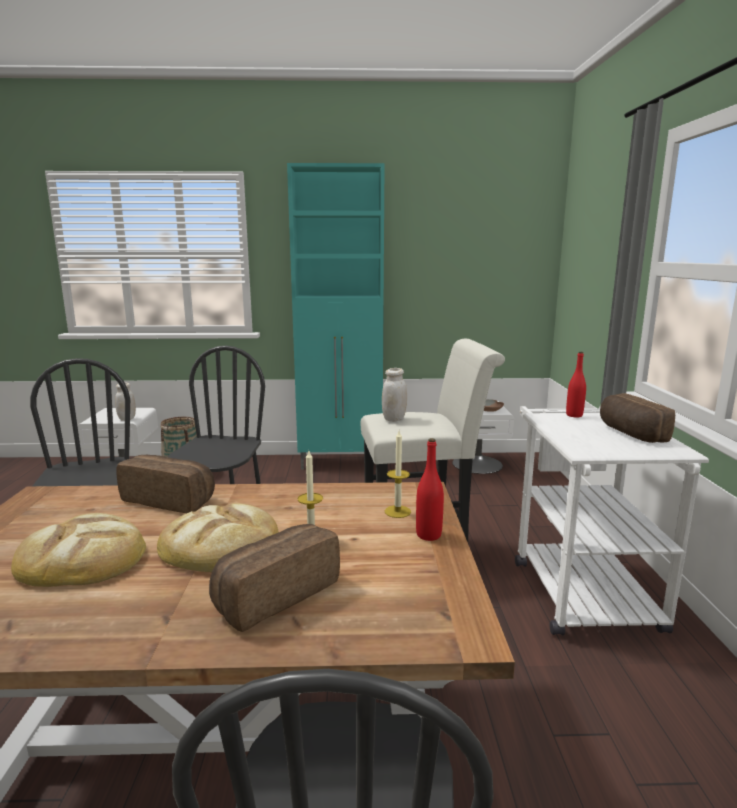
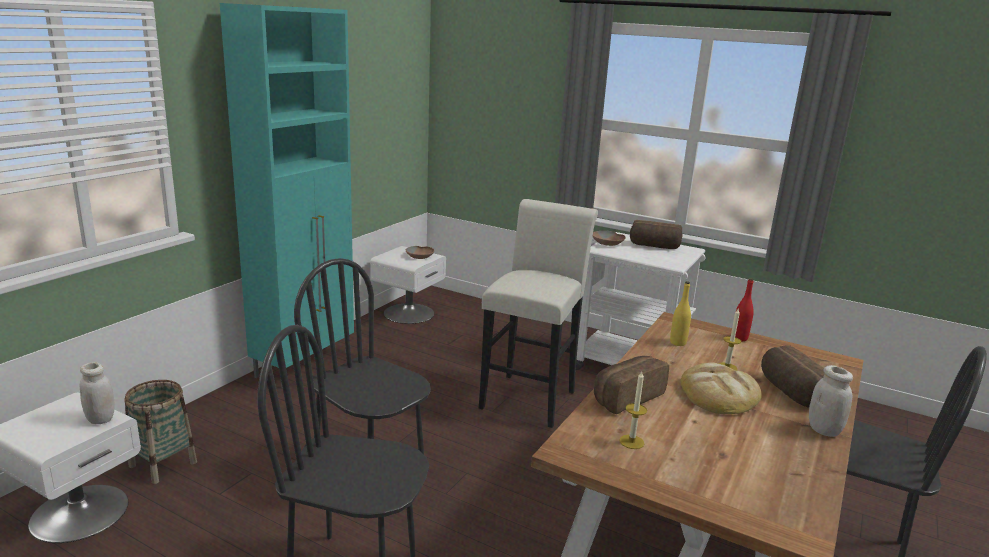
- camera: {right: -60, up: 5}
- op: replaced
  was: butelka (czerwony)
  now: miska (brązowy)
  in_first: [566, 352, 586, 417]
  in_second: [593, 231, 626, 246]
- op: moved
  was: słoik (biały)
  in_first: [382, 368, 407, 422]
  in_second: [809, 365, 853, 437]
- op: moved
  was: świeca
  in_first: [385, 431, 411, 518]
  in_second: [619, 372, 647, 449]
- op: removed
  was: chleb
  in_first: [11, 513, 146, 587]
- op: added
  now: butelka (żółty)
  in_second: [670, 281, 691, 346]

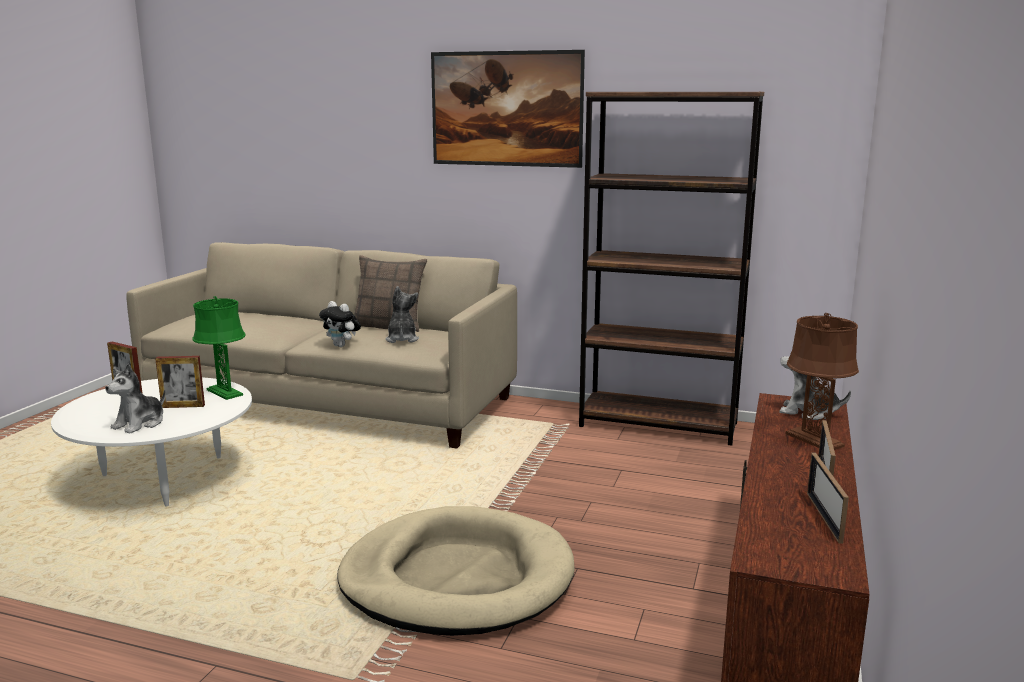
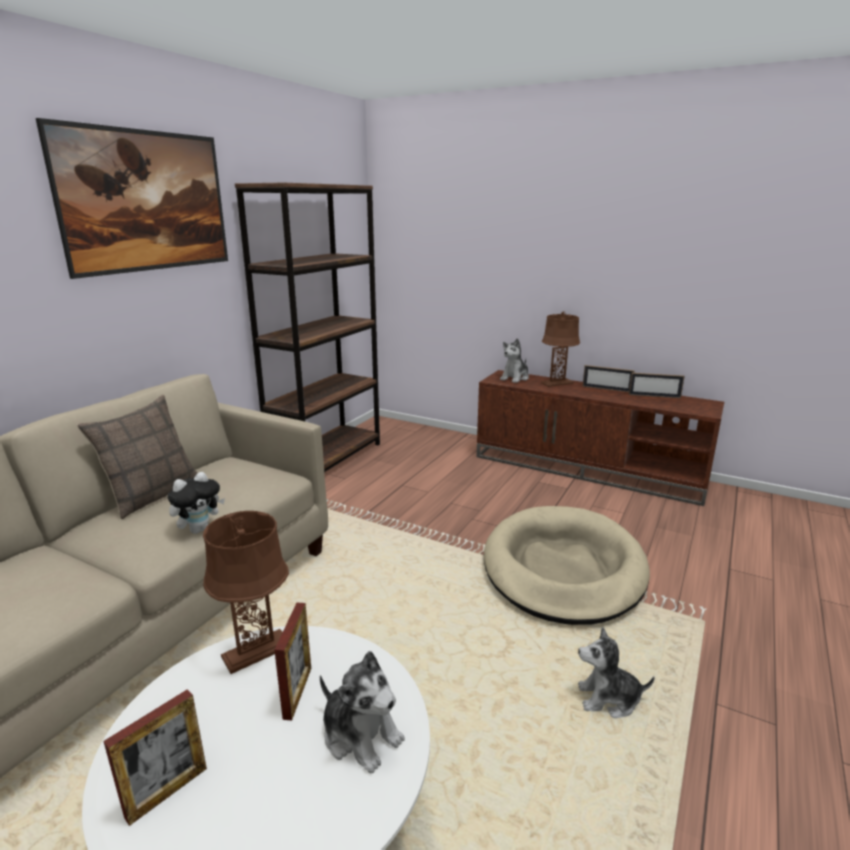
- camera: {right: -80, up: 5}
- op: moved
  was: pluszak
  in_first: [385, 286, 419, 343]
  in_second: [578, 627, 655, 718]
- op: recoloured
  was: lampa stołowa (zielony)
  now: lampa stołowa (brązowy)
  in_first: [192, 296, 246, 400]
  in_second: [203, 511, 289, 674]

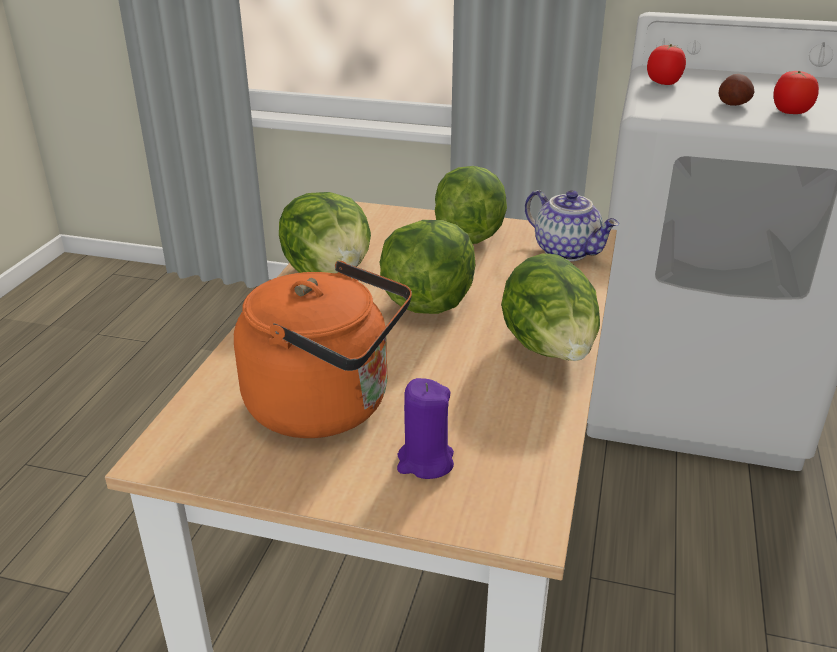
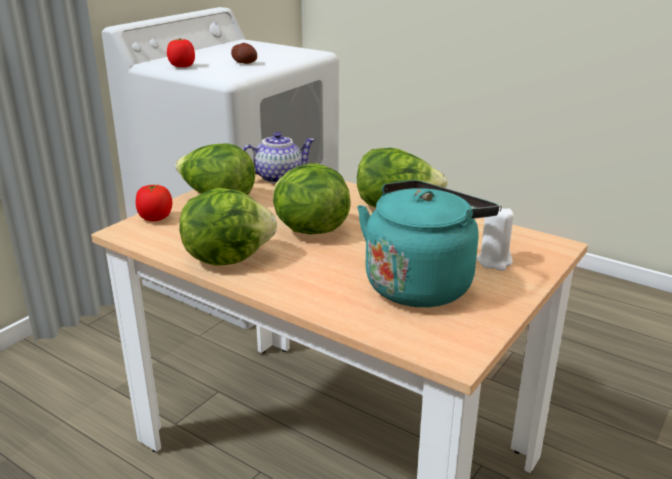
- camera: {right: -70, up: -5}
- op: moved
  was: pomidor
  in_first: [774, 71, 819, 114]
  in_second: [136, 184, 172, 221]
- op: recoloured
  was: czajnik (pomarańczowy)
  now: czajnik (turkusowy)
  in_first: [234, 261, 412, 438]
  in_second: [358, 180, 499, 307]
- op: recoloured
  was: świeca (fioletowy)
  now: świeca (biały)
  in_first: [397, 378, 454, 479]
  in_second: [477, 206, 514, 271]

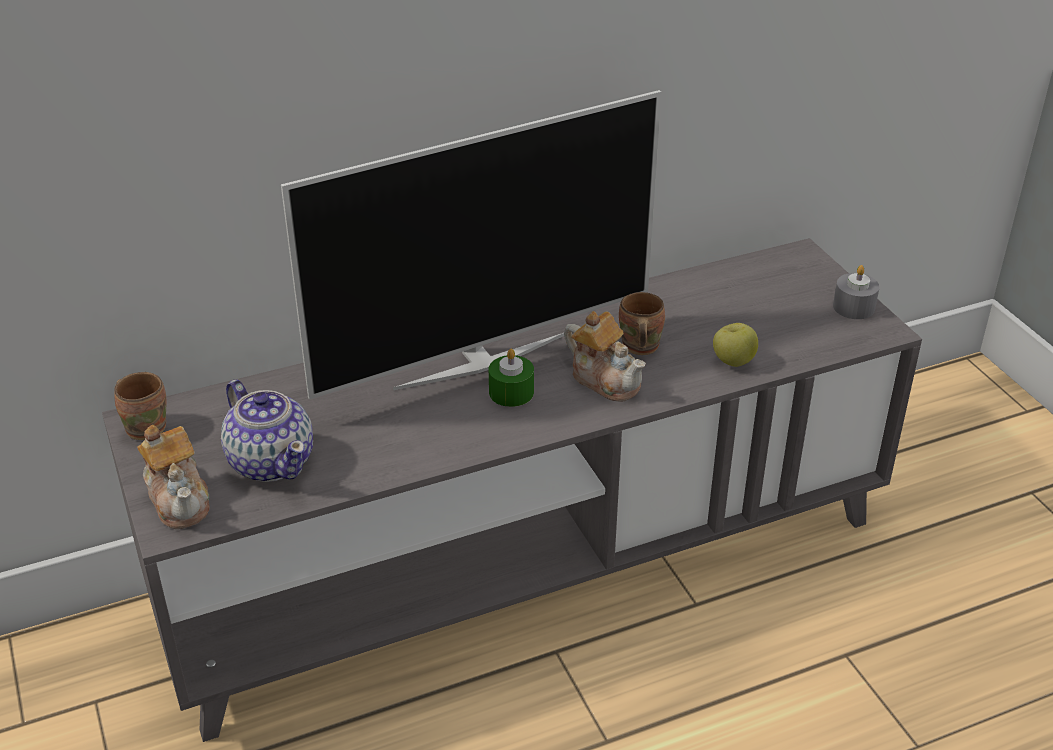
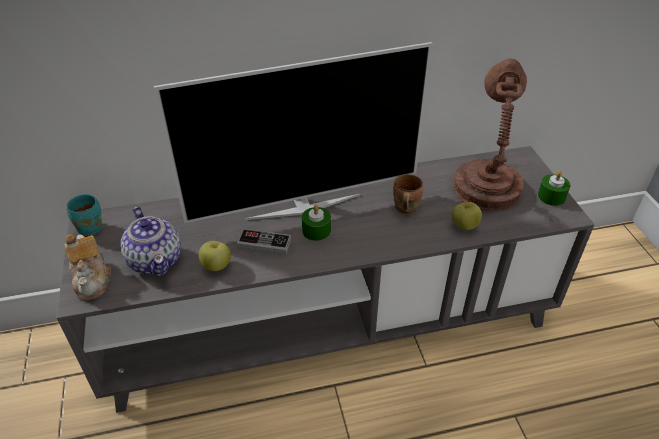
- camera: {right: 10, up: 5}
- op: recoloured
  was: świeca (szary)
  now: świeca (zielony)
  in_first: [833, 265, 879, 319]
  in_second: [538, 171, 571, 206]
- op: removed
  was: imbryk
  in_first: [564, 311, 646, 402]
- op: recoloured
  was: kubek (brązowy)
  now: kubek (turkusowy)
  in_first: [114, 372, 166, 440]
  in_second: [67, 194, 102, 236]
- op: added
  now: lampa stołowa (brązowy)
  in_second: [453, 58, 527, 211]
- op: added
  now: pad do gier
  in_second: [237, 229, 291, 255]
- op: added
  now: jabłko
  in_second: [198, 241, 231, 271]

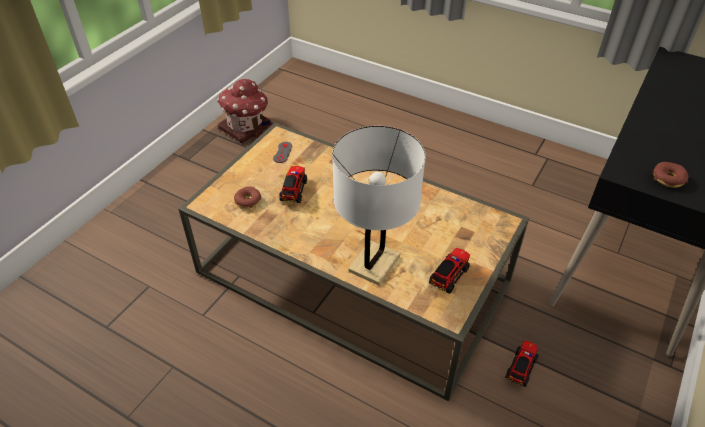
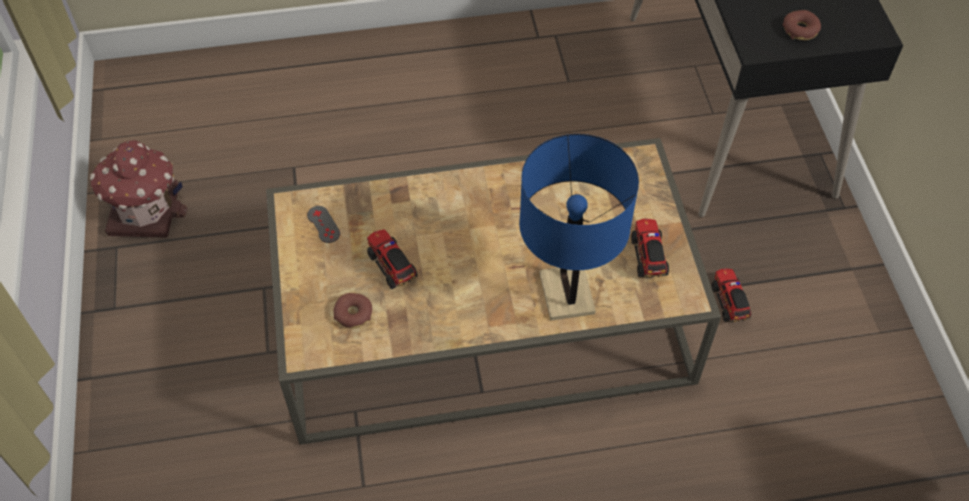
- camera: {right: -40, up: 10}
- op: recoloured
  was: lampa stołowa (biały)
  now: lampa stołowa (niebieski)
  in_first: [332, 126, 426, 286]
  in_second: [519, 134, 639, 321]

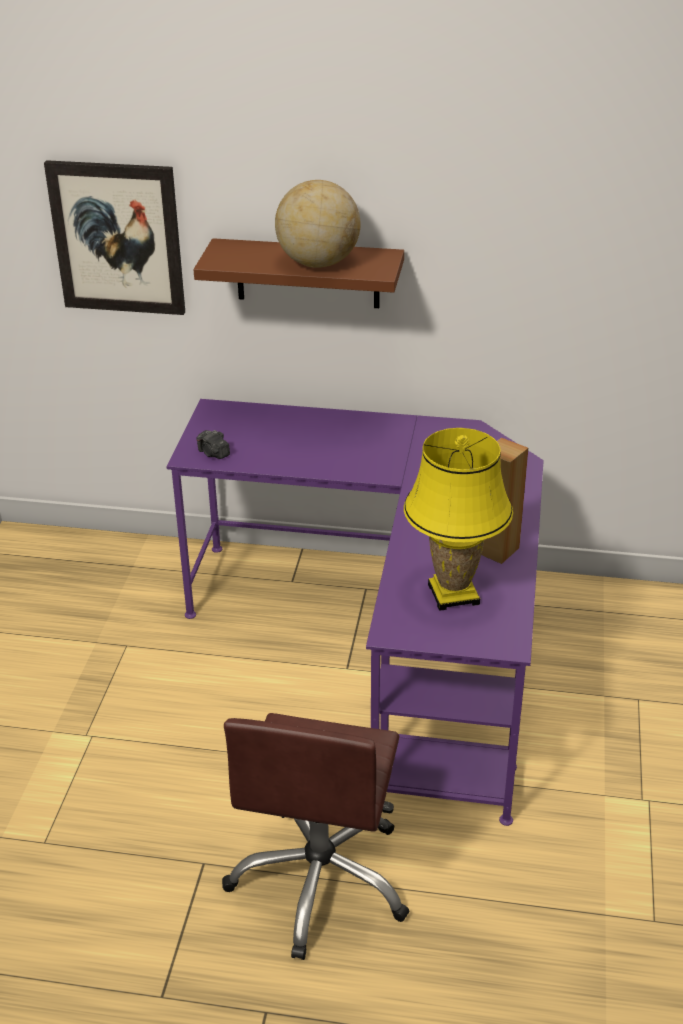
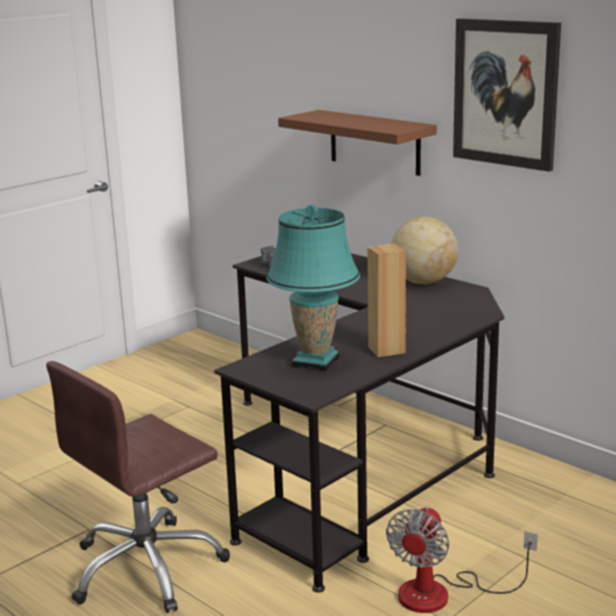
- camera: {right: 35, up: -15}
- op: moved
  was: obraz
  in_first: [44, 160, 185, 315]
  in_second: [453, 18, 561, 172]
- op: moved
  was: globus
  in_first: [275, 180, 360, 268]
  in_second: [391, 217, 458, 284]
- op: recoloured
  was: biurko (fioletowy)
  now: biurko (czarny)
  in_first: [166, 399, 544, 826]
  in_second: [214, 253, 504, 593]
- op: recoloured
  was: lampa stołowa (żółty)
  now: lampa stołowa (turkusowy)
  in_first: [404, 428, 513, 611]
  in_second: [267, 204, 360, 372]
- op: added
  now: wentylator
  in_second: [386, 506, 538, 613]

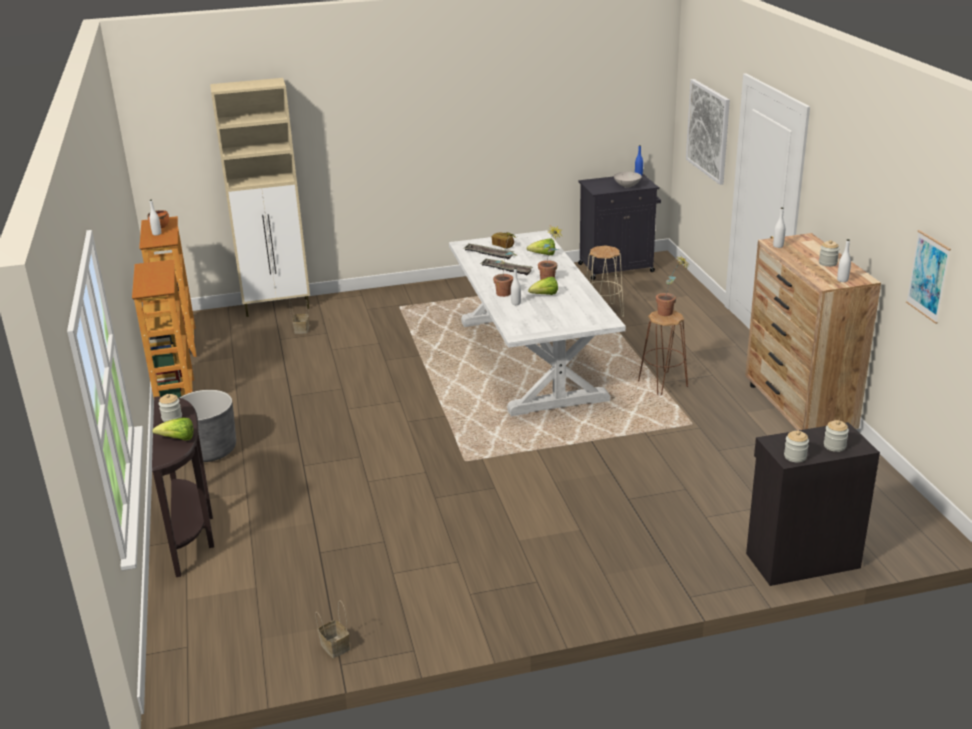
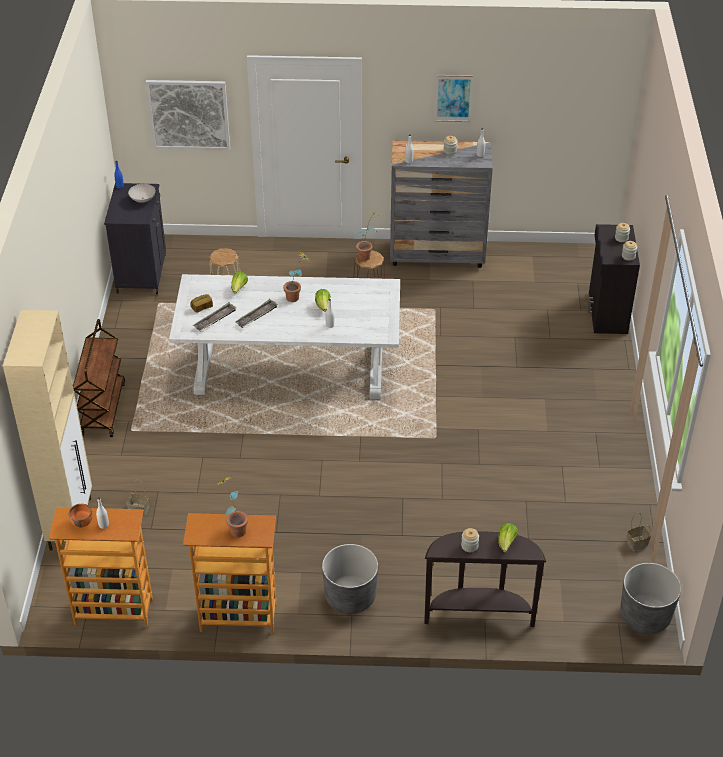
- camera: {right: -75, up: 15}
- op: moved
  was: obraz
  in_first: [906, 230, 951, 324]
  in_second: [435, 75, 473, 122]
- op: moved
  was: roślina doniczkowa
  in_first: [493, 232, 518, 297]
  in_second: [216, 477, 248, 537]
- op: recoloured
  was: komoda (brązowy)
  now: komoda (szary)
  in_first: [745, 233, 881, 431]
  in_second: [390, 140, 493, 268]
- op: added
  now: wózek (brązowy)
  in_second: [73, 319, 125, 437]
- op: added
  now: donica (szary)
  in_second: [620, 563, 681, 634]

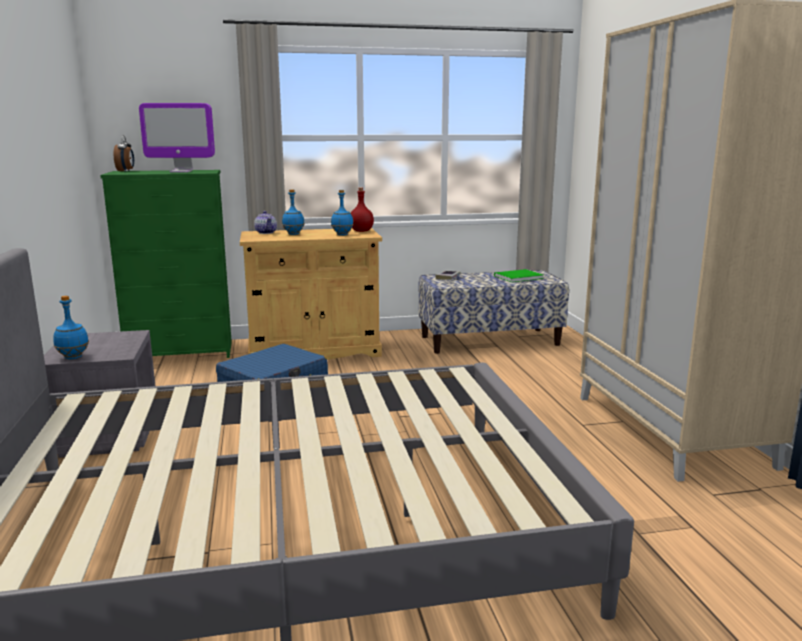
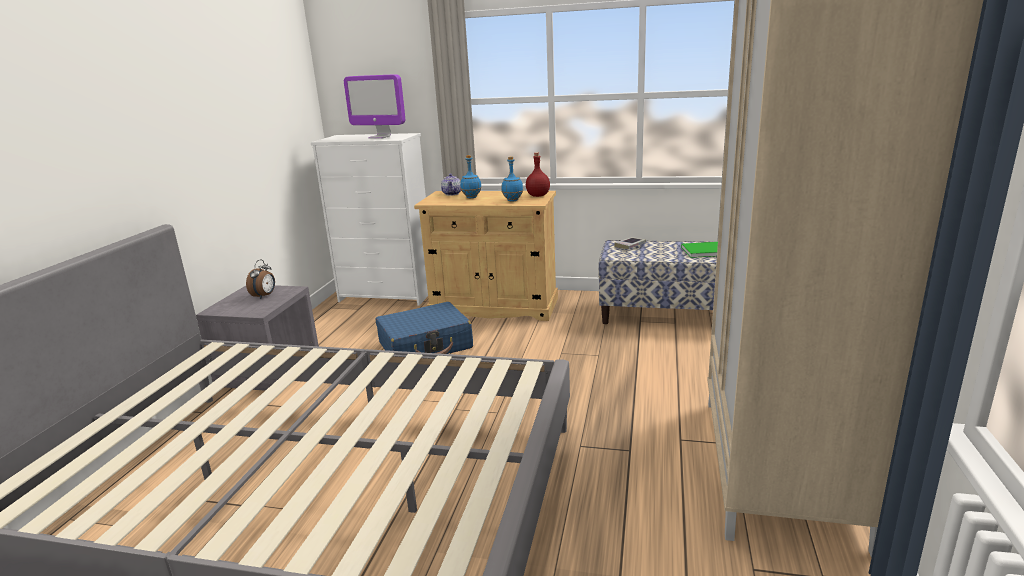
- camera: {right: 25, up: 5}
- op: moved
  was: budzik
  in_first: [114, 135, 134, 171]
  in_second: [246, 259, 275, 299]
- op: recoloured
  was: komoda (zielony)
  now: komoda (biały)
  in_first: [100, 170, 232, 358]
  in_second: [311, 133, 428, 305]
- op: removed
  was: butelka (niebieski)
  in_first: [53, 296, 89, 359]

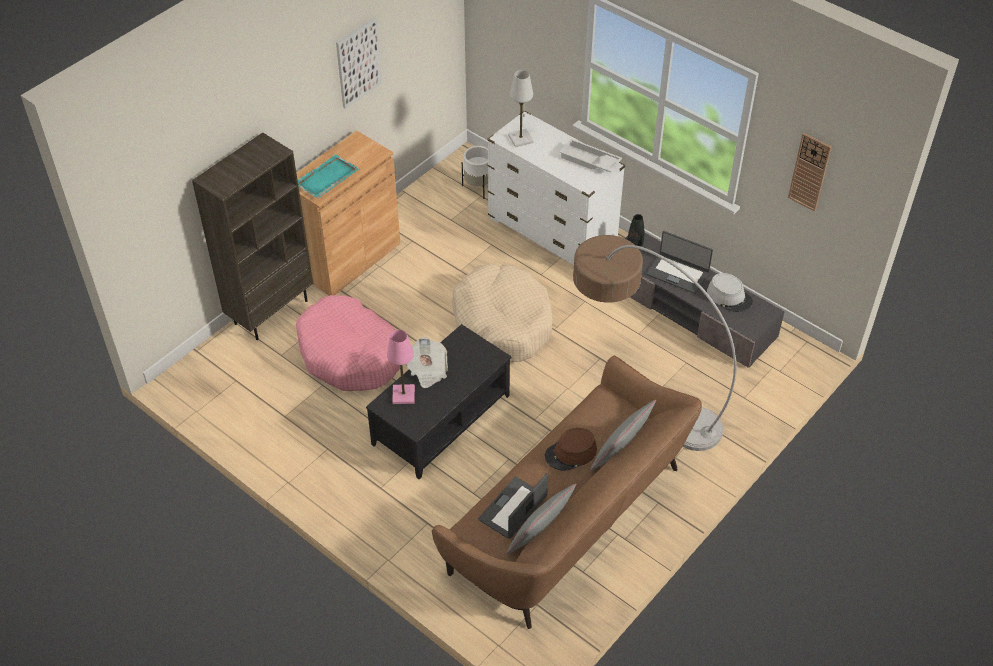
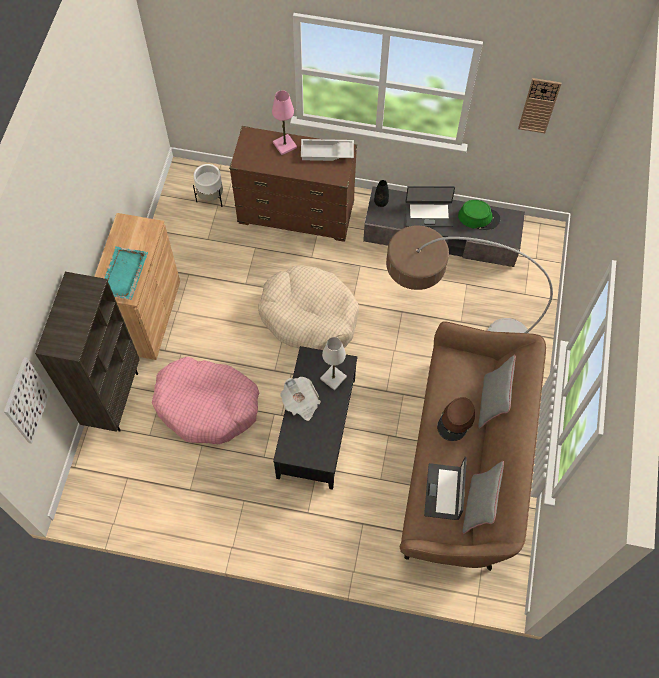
- camera: {right: -30, up: 15}
- op: moved
  was: obraz
  in_first: [336, 18, 382, 109]
  in_second: [4, 357, 50, 444]
- op: moved
  was: lampa stołowa (biały)
  in_first: [508, 70, 533, 147]
  in_second: [320, 337, 347, 390]
- op: recoloured
  was: komoda (biały)
  now: komoda (brązowy)
  in_first: [487, 111, 625, 265]
  in_second: [229, 126, 357, 242]
- op: recoloured
  was: kapelusz (szary)
  now: kapelusz (zielony)
  in_first: [707, 273, 753, 312]
  in_second: [458, 200, 500, 230]
- op: moved
  was: lampa stołowa (różowy)
  in_first: [387, 330, 415, 404]
  in_second: [272, 90, 297, 155]

